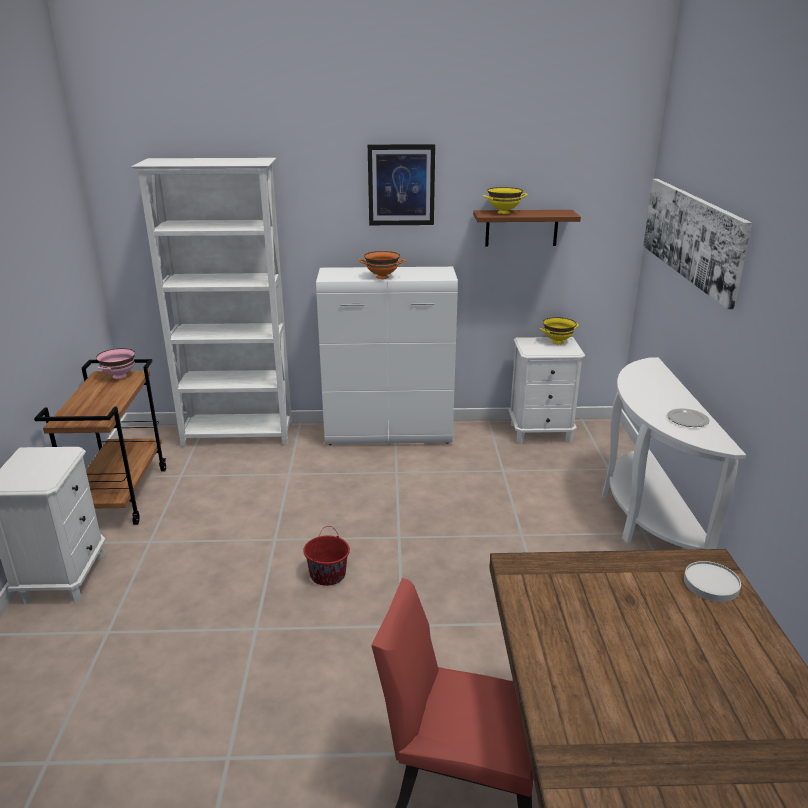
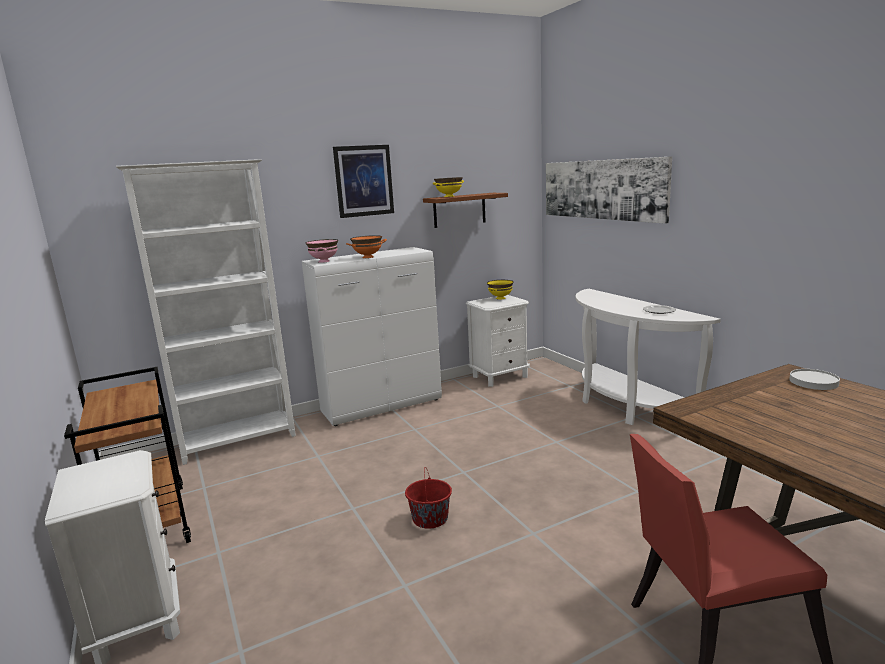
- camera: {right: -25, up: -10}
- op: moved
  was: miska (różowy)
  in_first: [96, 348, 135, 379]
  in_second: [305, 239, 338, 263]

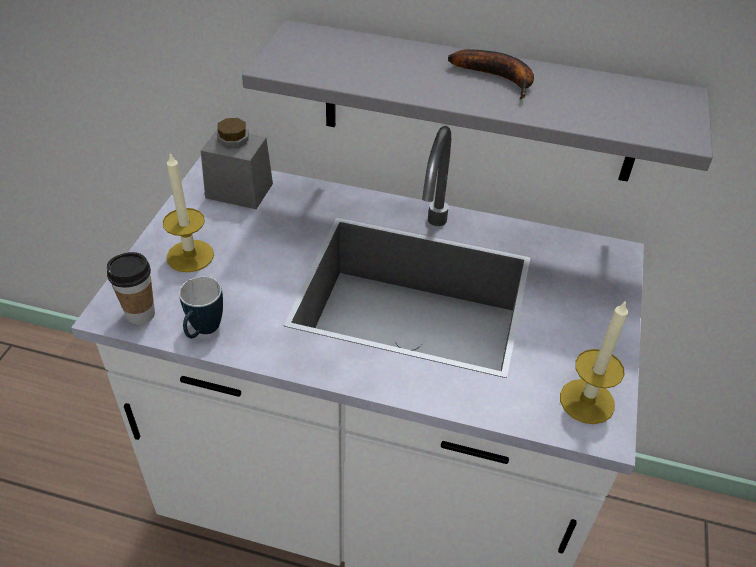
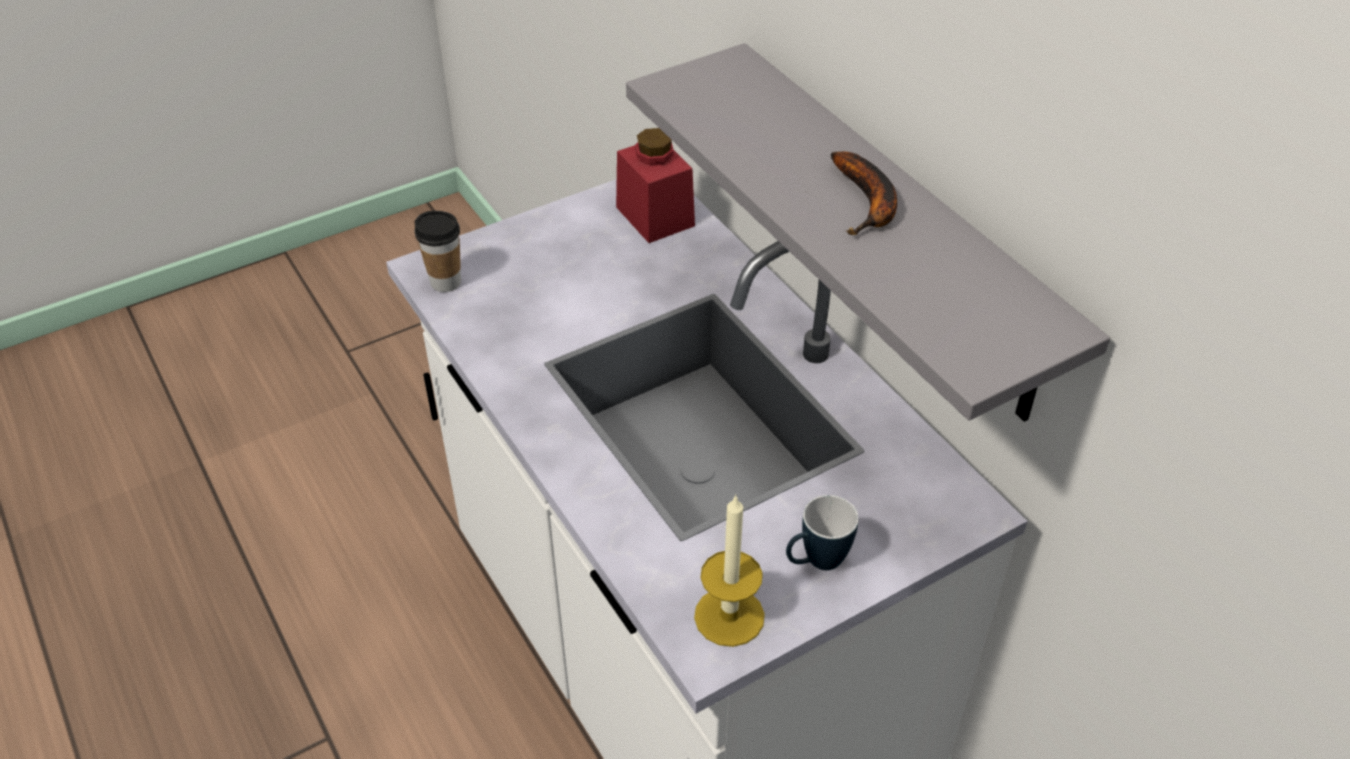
- camera: {right: 45, up: 0}
- op: recoloured
  was: słoik (szary)
  now: słoik (czerwony)
  in_first: [201, 118, 273, 209]
  in_second: [616, 128, 695, 243]
- op: removed
  was: świeca
  in_first: [163, 152, 214, 272]
- op: moved
  was: kubek
  in_first: [179, 276, 223, 338]
  in_second: [786, 495, 859, 570]

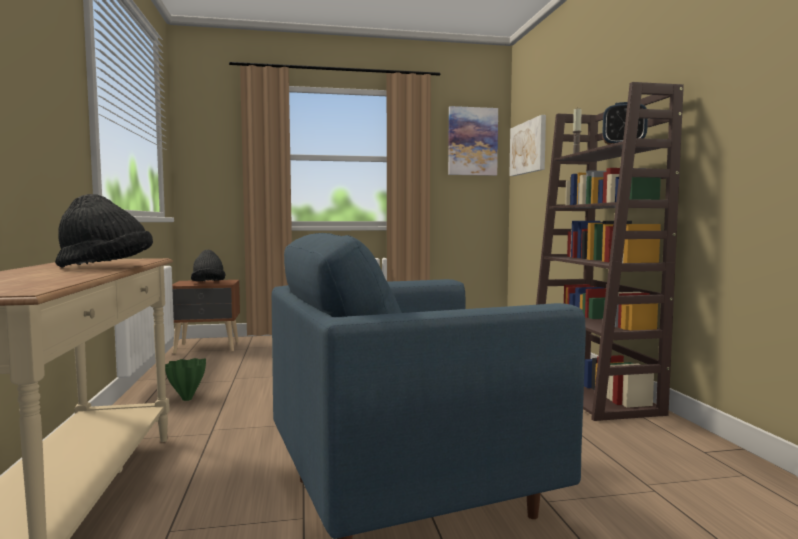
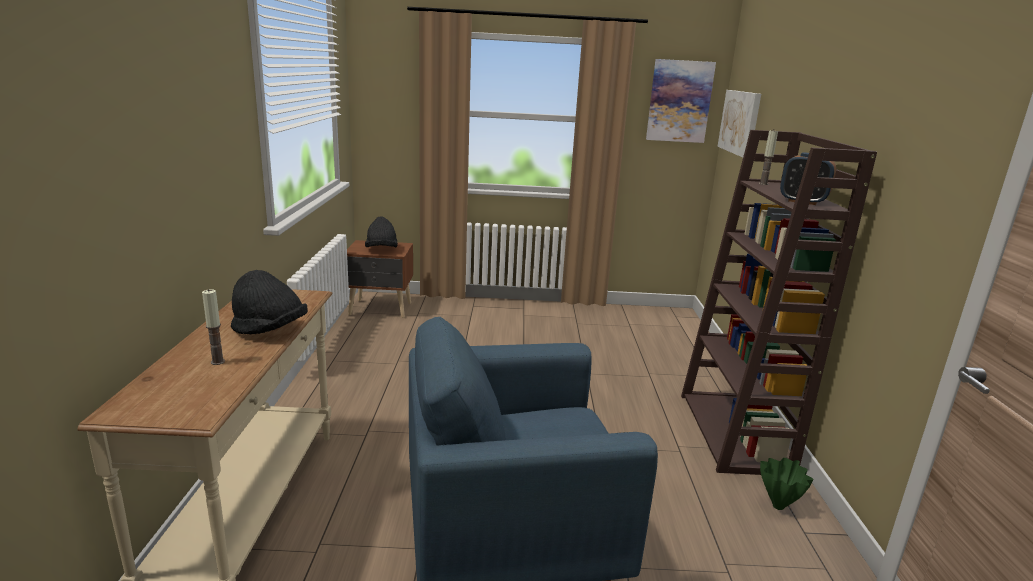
- camera: {right: 10, up: 15}
- op: moved
  was: wazon (zielony)
  in_first: [165, 358, 206, 401]
  in_second: [760, 458, 813, 510]
- op: added
  now: świeca
  in_second: [202, 289, 225, 365]

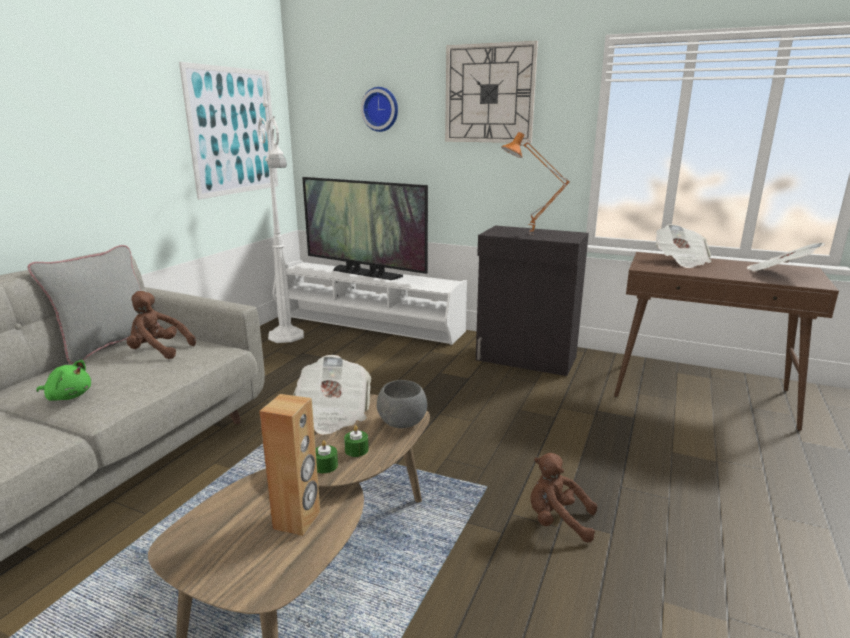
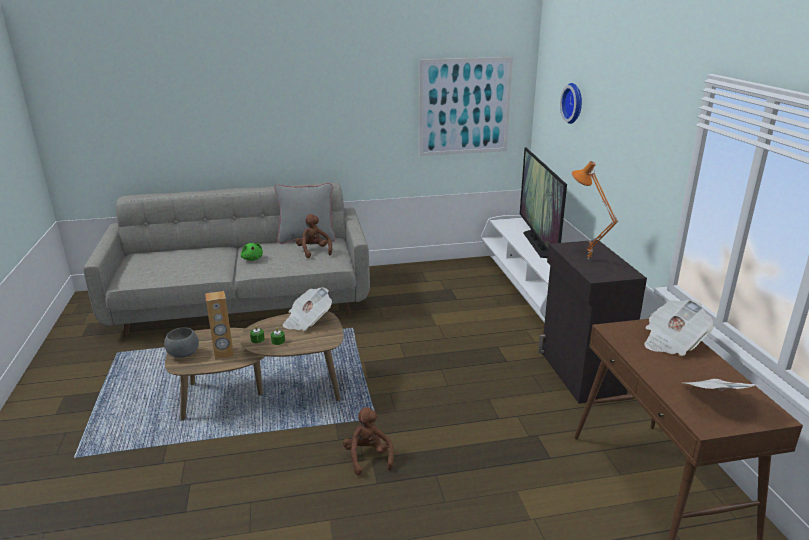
- camera: {right: 55, up: 5}
- op: removed
  was: zegar ścienny
  in_first: [445, 41, 538, 143]
- op: removed
  was: lampa stojąca (biały)
  in_first: [258, 79, 304, 343]
- op: moved
  was: miska (szary)
  in_first: [377, 380, 427, 428]
  in_second: [164, 327, 199, 358]

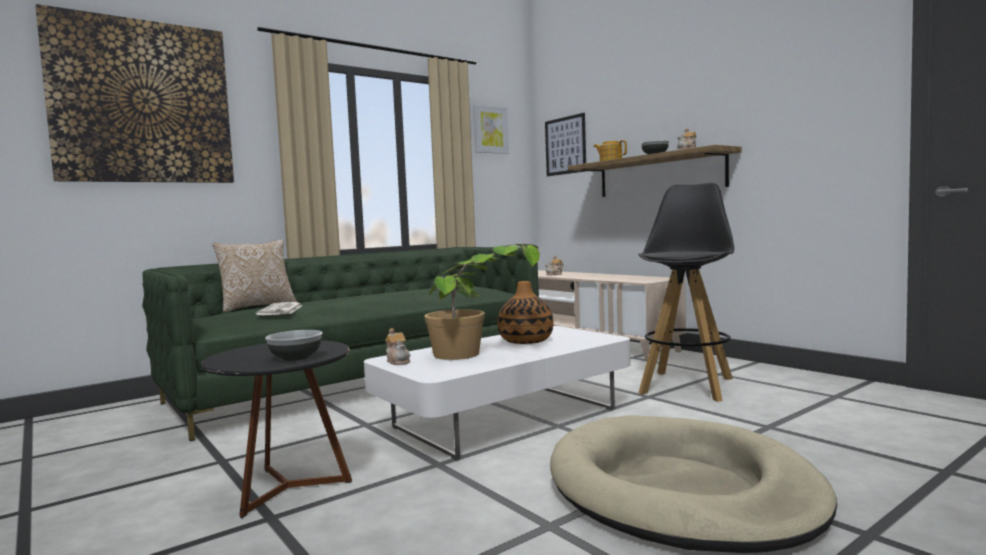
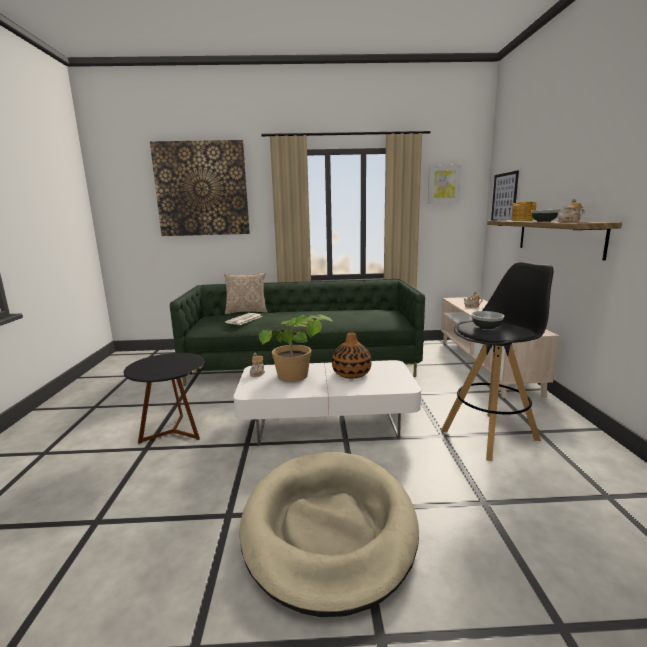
- camera: {right: 35, up: 10}
- op: moved
  was: miska
  in_first: [265, 330, 323, 361]
  in_second: [471, 311, 505, 330]

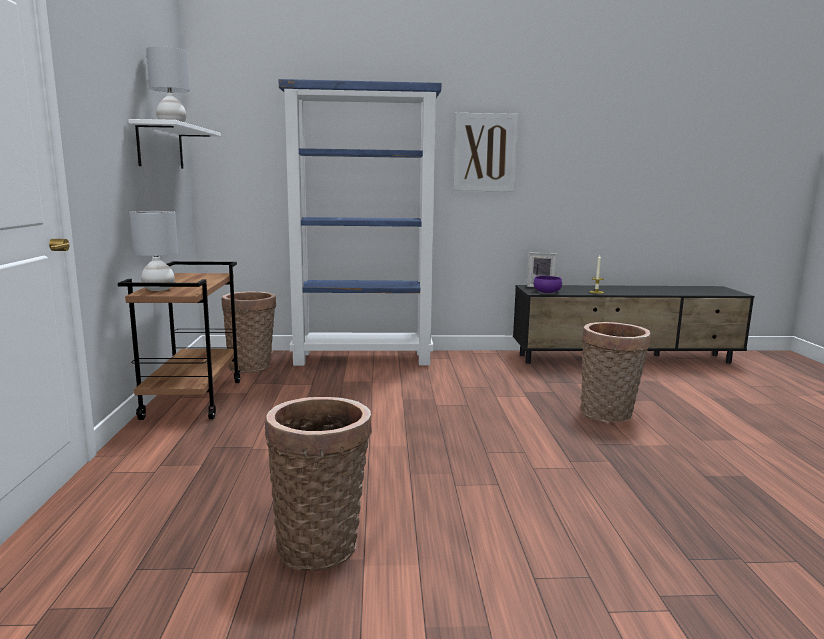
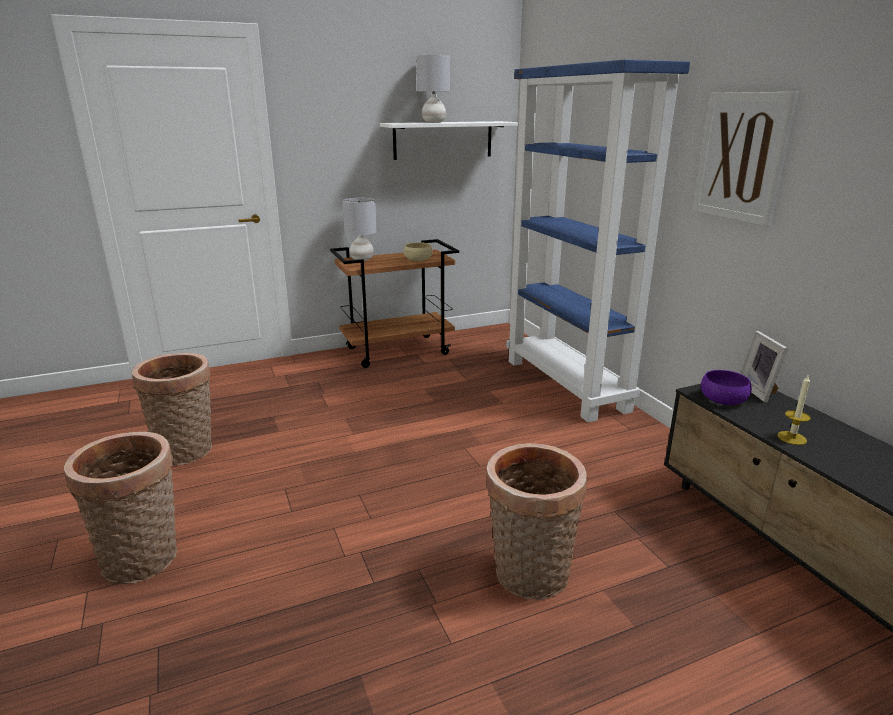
- camera: {right: 70, up: 10}
- op: moved
  was: koszyk
  in_first: [221, 292, 276, 373]
  in_second: [64, 432, 177, 584]
- op: added
  now: miska (beżowy)
  in_second: [404, 242, 433, 261]

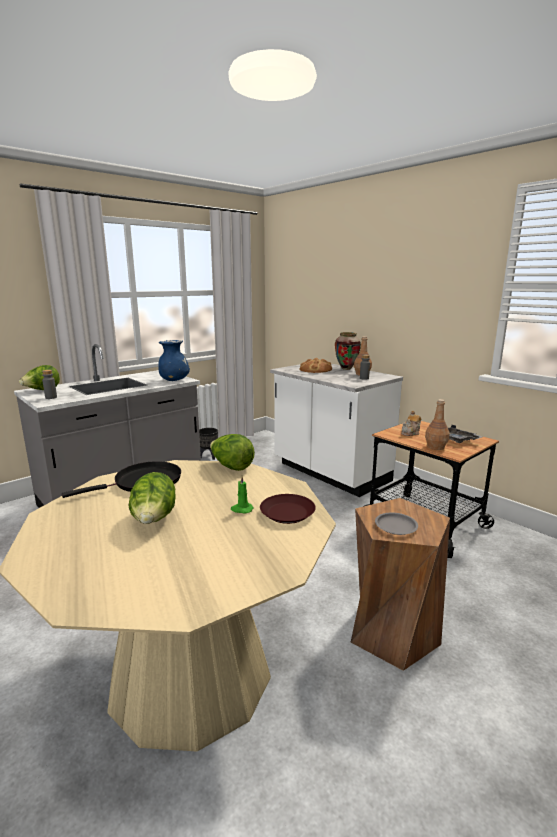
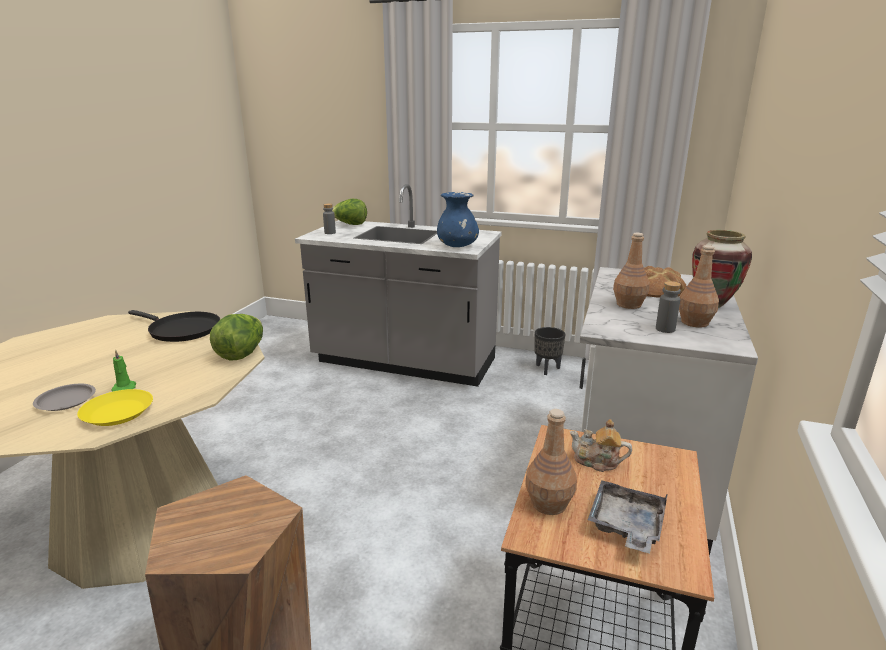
- camera: {right: 60, up: 5}
- op: removed
  was: sałata
  in_first: [129, 472, 176, 524]
- op: recoloured
  was: talerz (brązowy)
  now: talerz (żółty)
  in_first: [260, 494, 316, 524]
  in_second: [77, 389, 153, 426]
- op: moved
  was: talerz (szary)
  in_first: [375, 513, 418, 535]
  in_second: [33, 384, 96, 411]
- op: added
  now: butelka (brązowy)
  in_second: [613, 233, 650, 309]

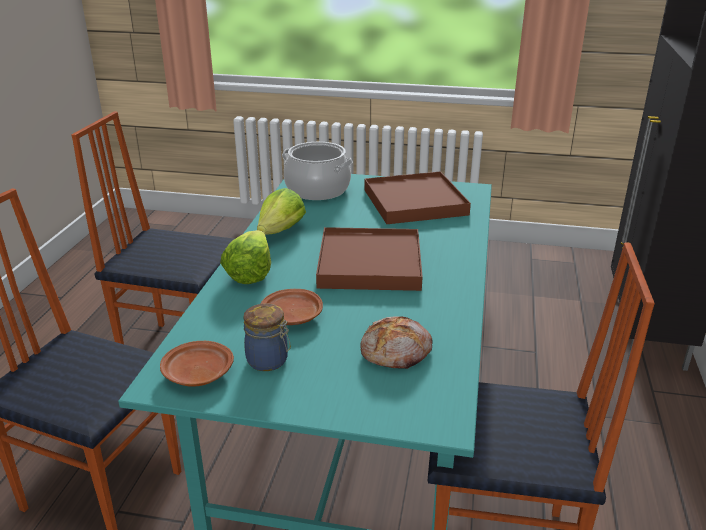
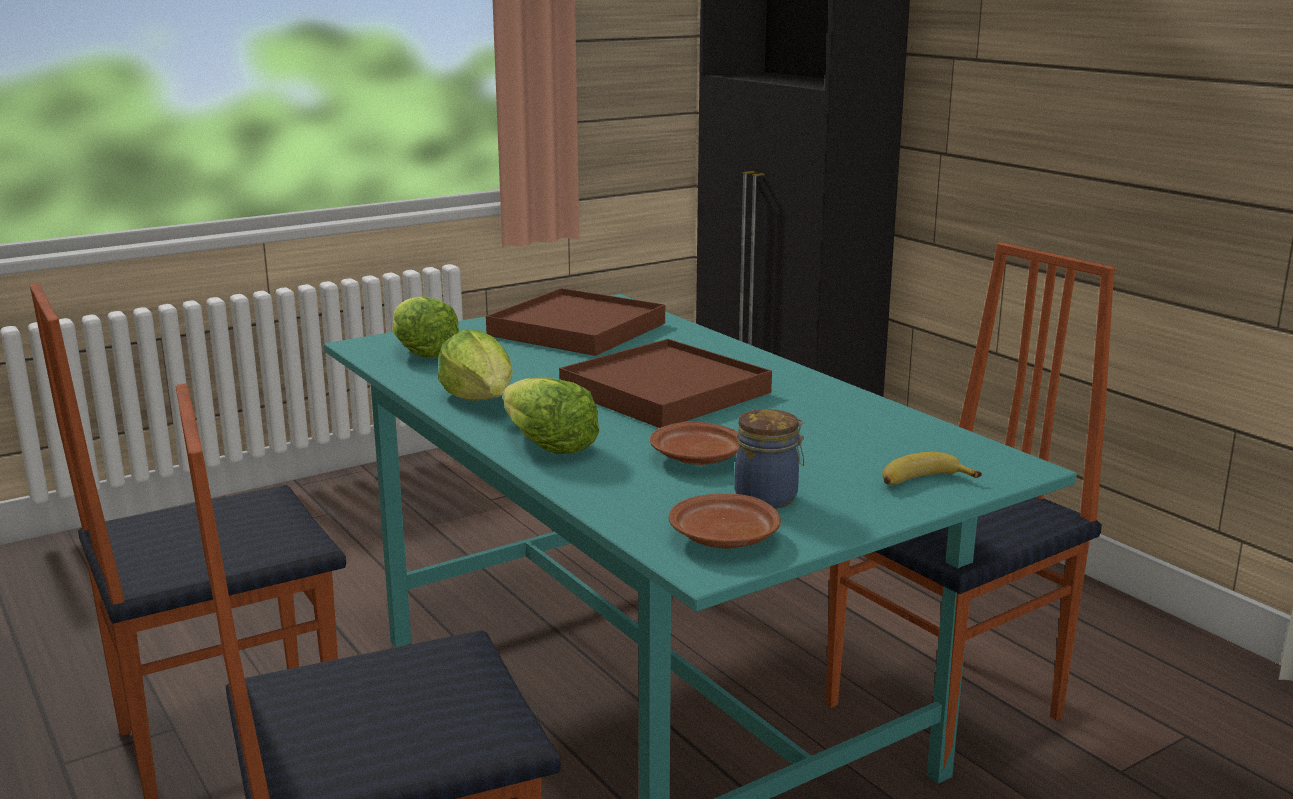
- camera: {right: -45, up: -10}
- op: replaced
  was: garnek
  now: sałata
  in_first: [282, 142, 353, 200]
  in_second: [392, 296, 459, 358]
- op: removed
  was: chleb
  in_first: [361, 316, 433, 369]
- op: added
  now: banan
  in_second: [882, 452, 982, 485]

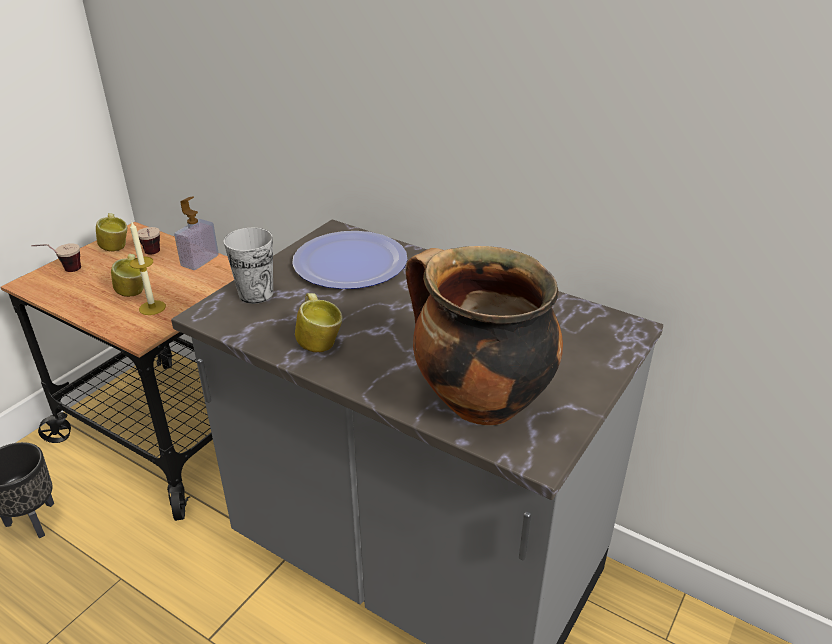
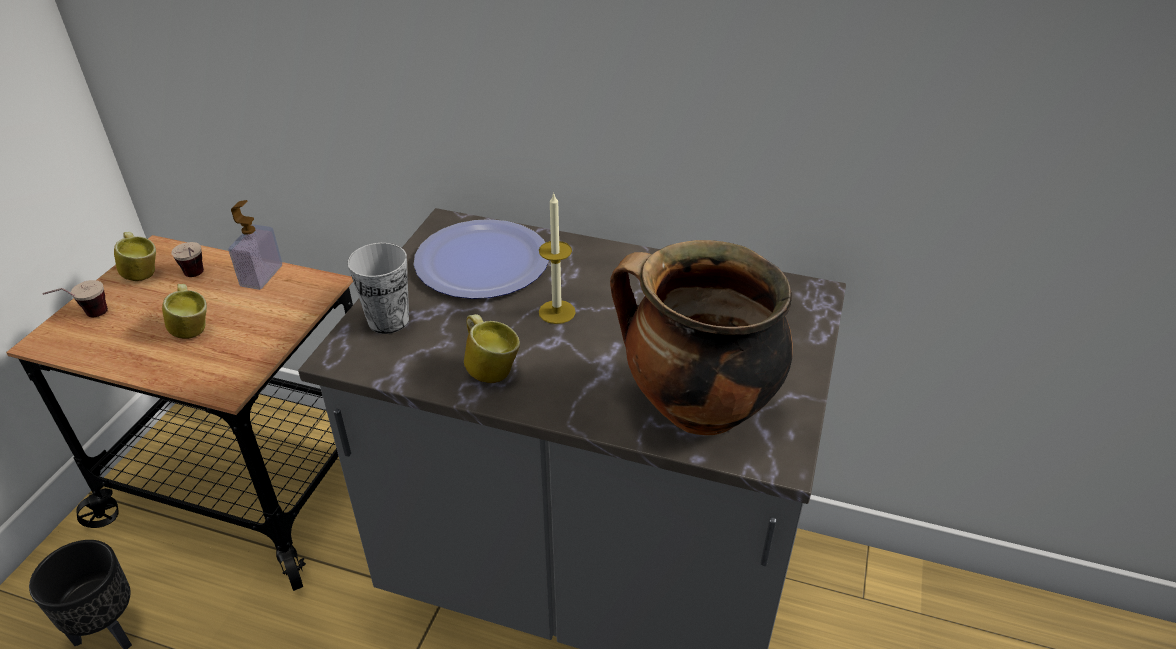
- camera: {right: -15, up: 5}
- op: moved
  was: świeca
  in_first: [130, 222, 166, 315]
  in_second: [539, 193, 576, 324]

